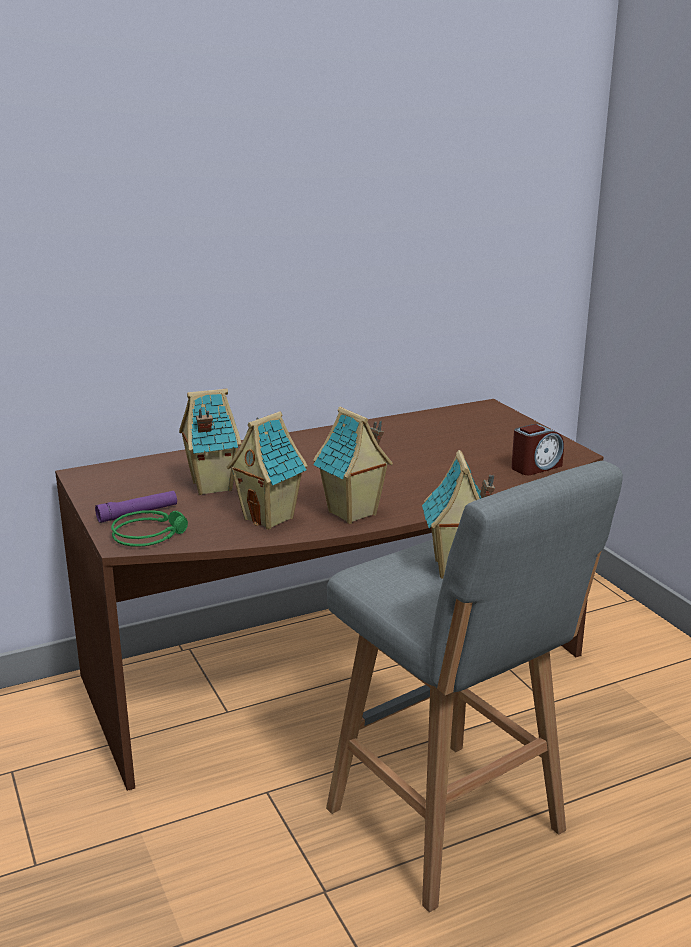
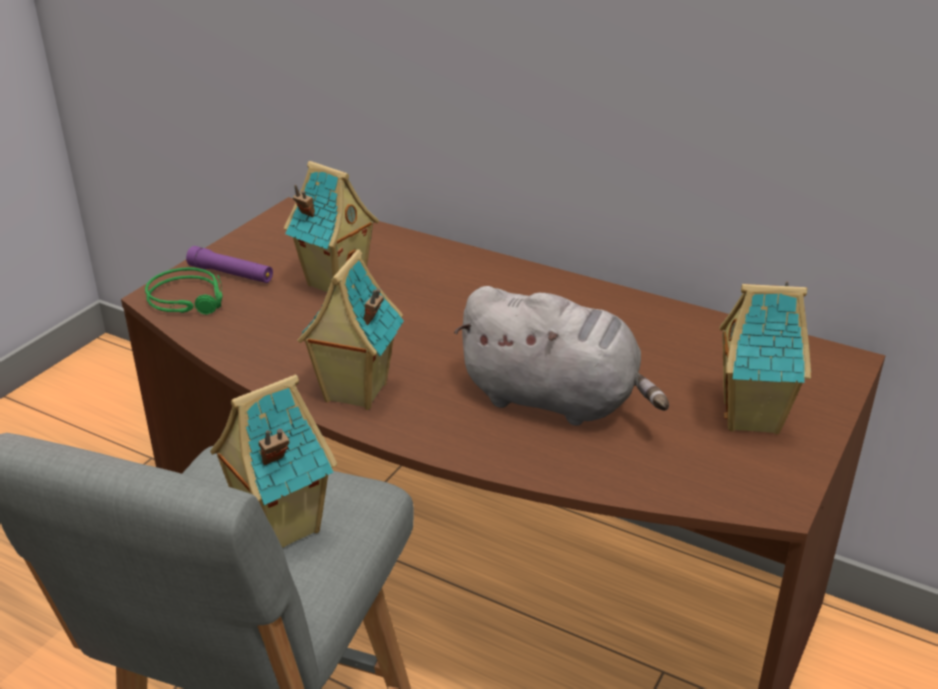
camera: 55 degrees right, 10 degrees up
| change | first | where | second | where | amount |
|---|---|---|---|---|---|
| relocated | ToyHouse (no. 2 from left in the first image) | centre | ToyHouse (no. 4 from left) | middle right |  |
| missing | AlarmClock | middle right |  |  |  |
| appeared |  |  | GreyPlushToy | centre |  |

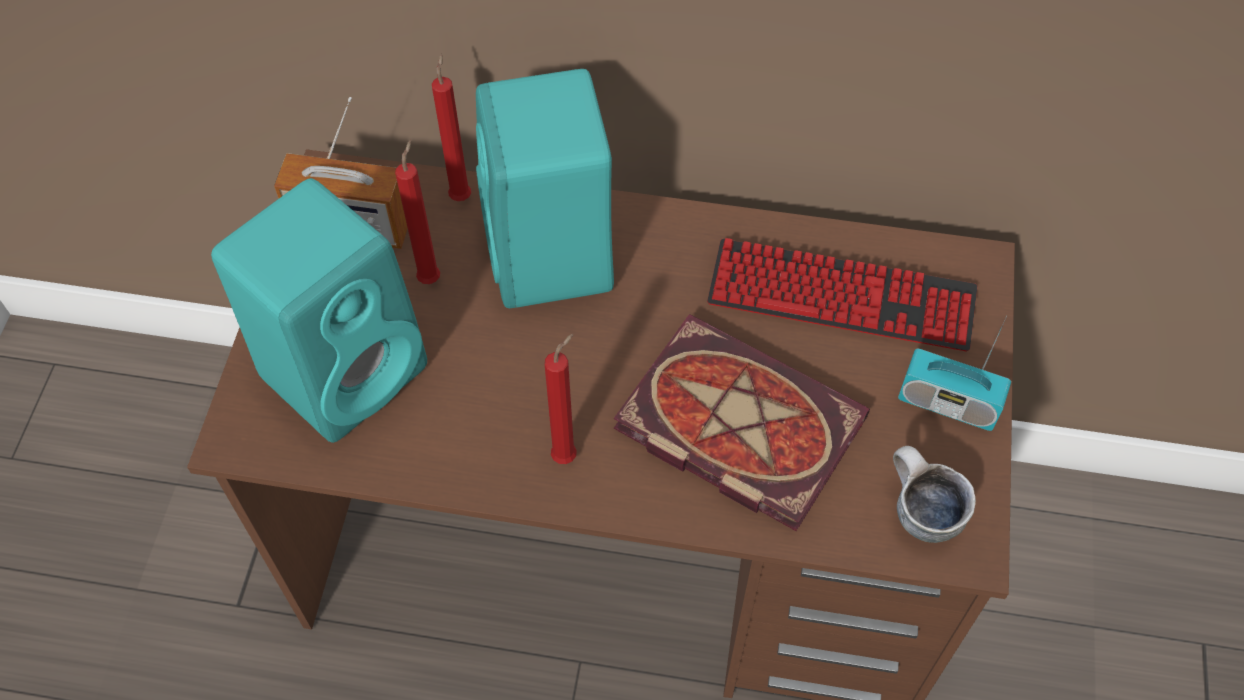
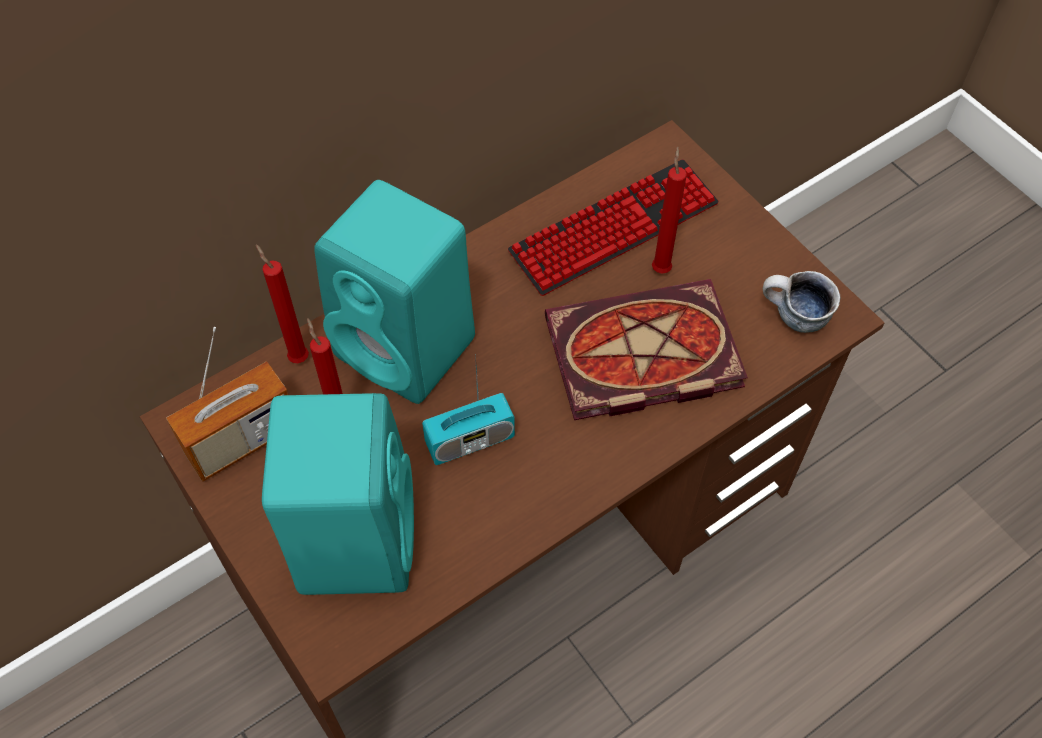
camera: 45 degrees left, 0 degrees up
| change | first | where | second | where | amount |
|---|---|---|---|---|---|
| relocated | RedCandle (no. 3 from left) | centre |  | top centre |  |
| relocated | Radio (no. 2 from left) | middle right |  | centre |  |

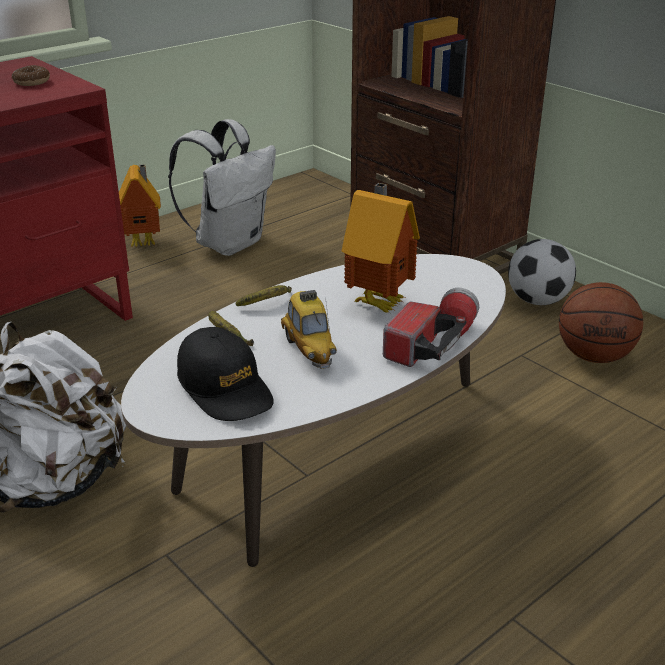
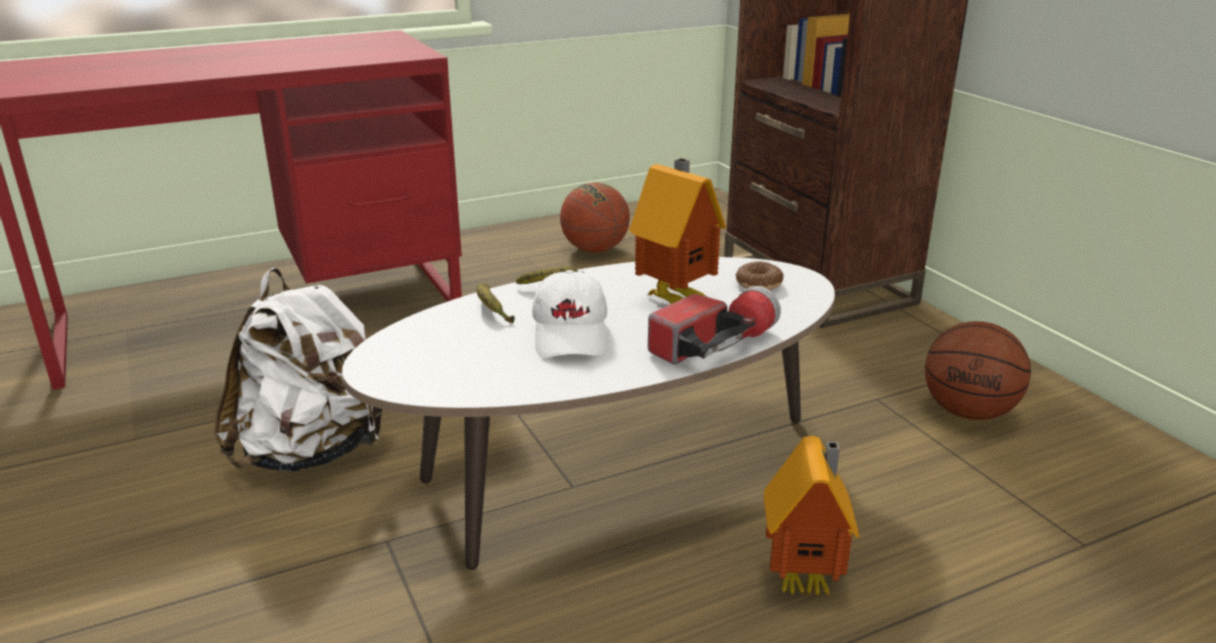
camera: 15 degrees right, 5 degrees down
| change | first | where | second | where | amount |
|---|---|---|---|---|---|
| relocated | Donut | top left |  | centre |  |
| relocated | ToyHouse (no. 1 from left in the first image) | top left | ToyHouse (no. 2 from left) | bottom right |  |
| exchanged | WhiteBackpack (no. 2 from left) | top centre | Basketball (no. 1 from left) | centre |  |
| missing | BlackCap | centre |  |  |  |
| exchanged | ToyCar | centre | WhiteCap | centre |  |
| missing | Football | middle right |  |  |  |

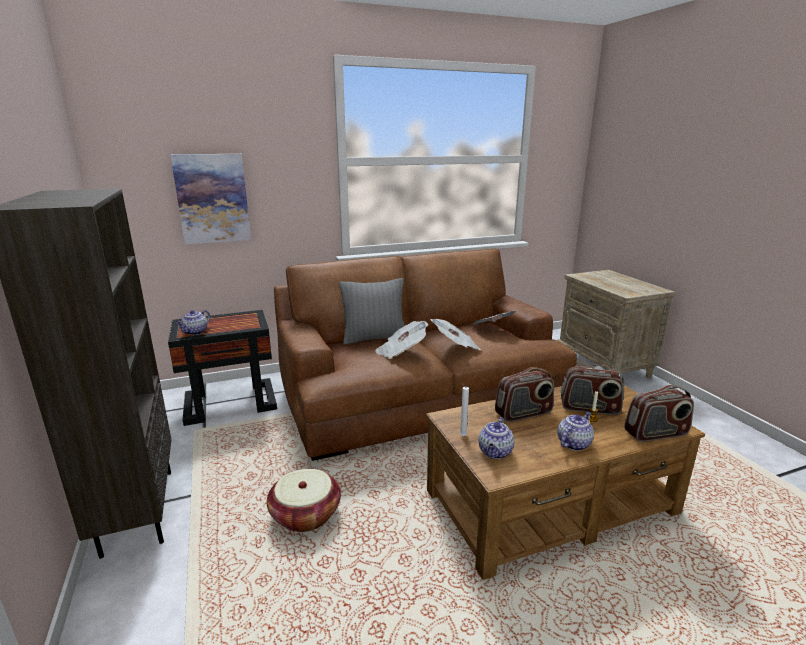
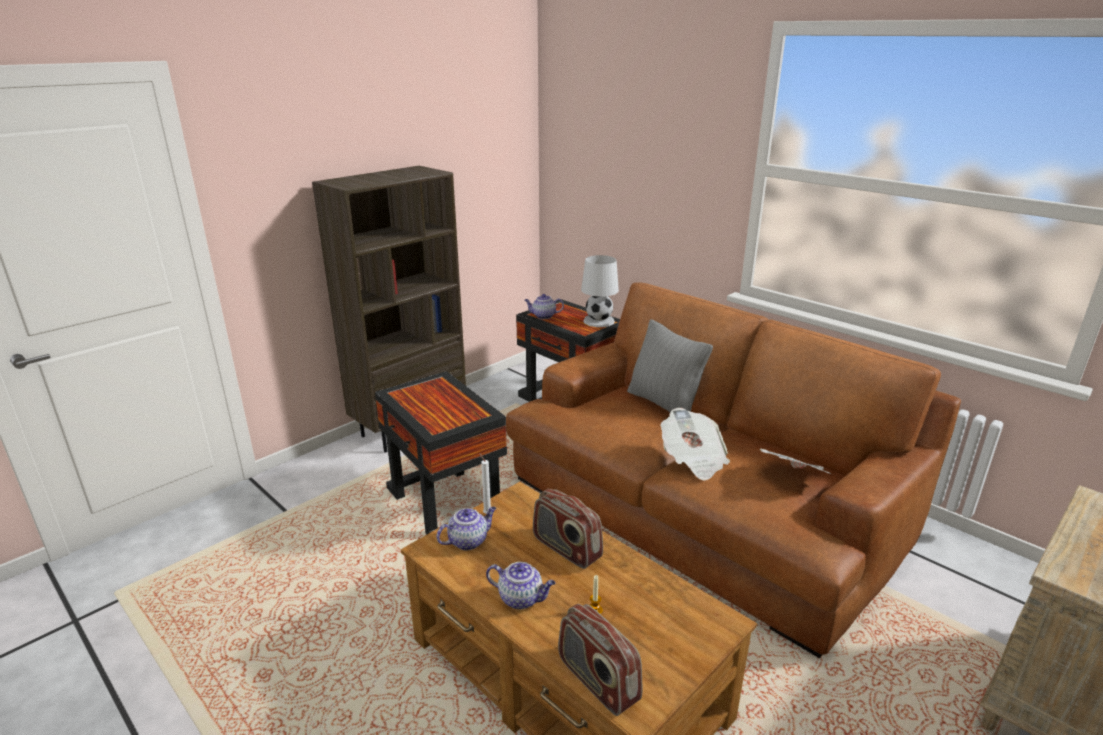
camera: 65 degrees right, 5 degrees up
| change | first | where | second | where | amount |
|---|---|---|---|---|---|
| missing | Picture | top left |  |  |  |
| exchanged | Basket | bottom centre | BlackSideTable (no. 1 from left) | centre |  |
| missing | Newspaper (no. 1 from left) | centre |  |  |  |
| spun | Teapot (no. 2 from left in the first image) | bottom centre | Teapot (no. 1 from left) | bottom centre | 150 degrees clockwise |
| missing | Radio (no. 2 from left) | middle right |  |  |  |
| appeared |  |  | WhiteTableLamp | centre |  |

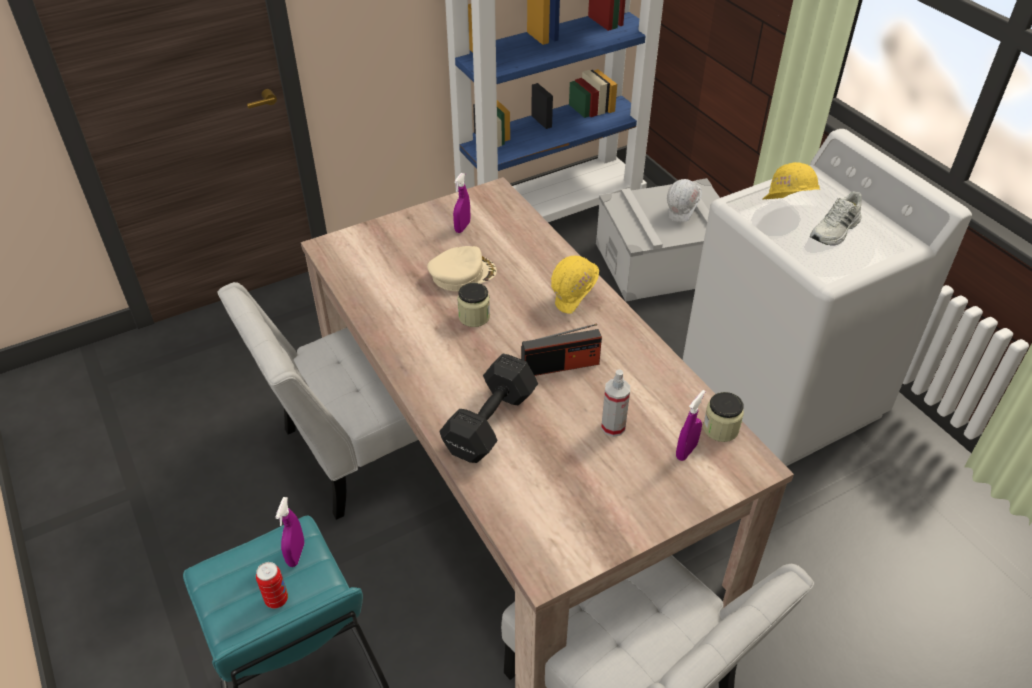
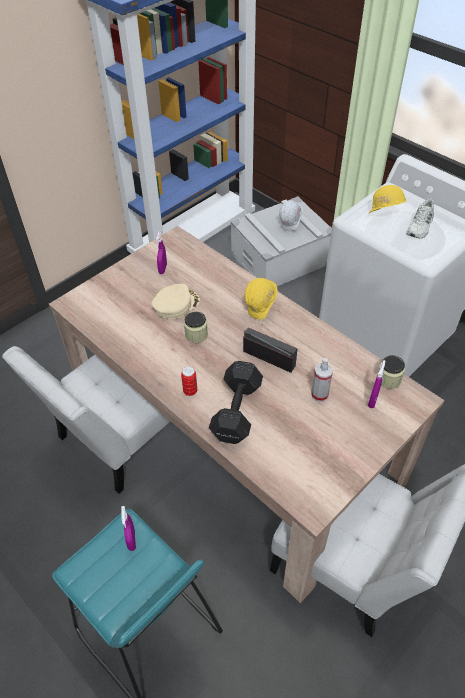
camera: 15 degrees left, 5 degrees up
| change | first | where | second | where | amount |
|---|---|---|---|---|---|
| relocated | Can | bottom left |  | centre |  |
| spun | Radio | centre |  | centre | 120 degrees counterclockwise |

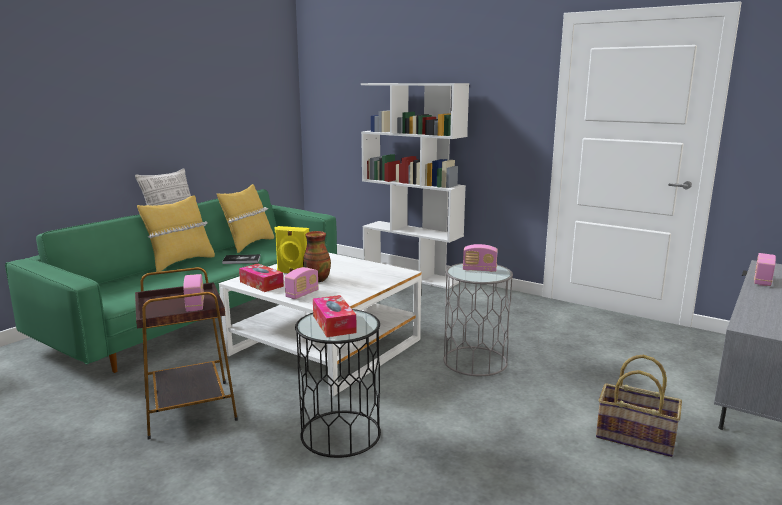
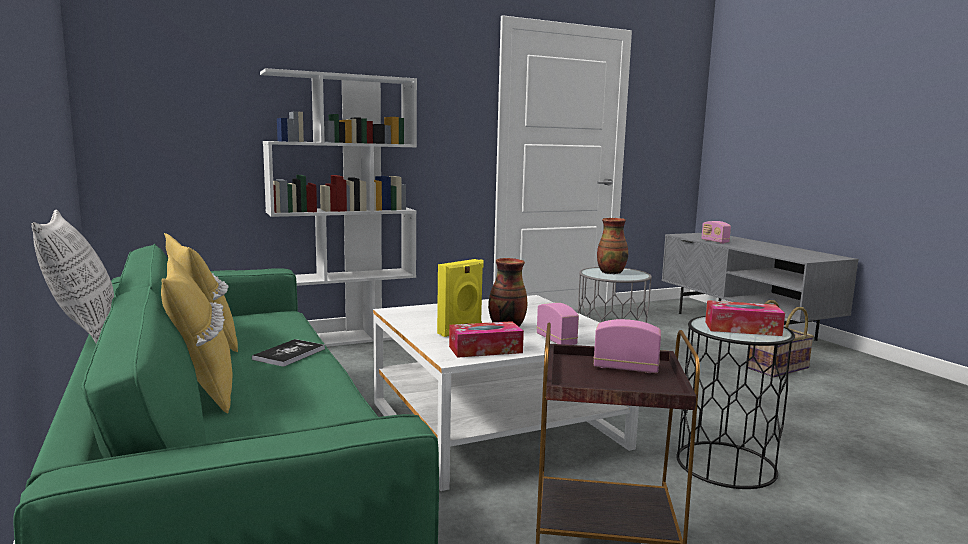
camera: 60 degrees left, 5 degrees down
| change | first | where | second | where | amount |
|---|---|---|---|---|---|
| exchanged | Radio (no. 3 from left) | centre | Vase (no. 2 from left) | centre |  |

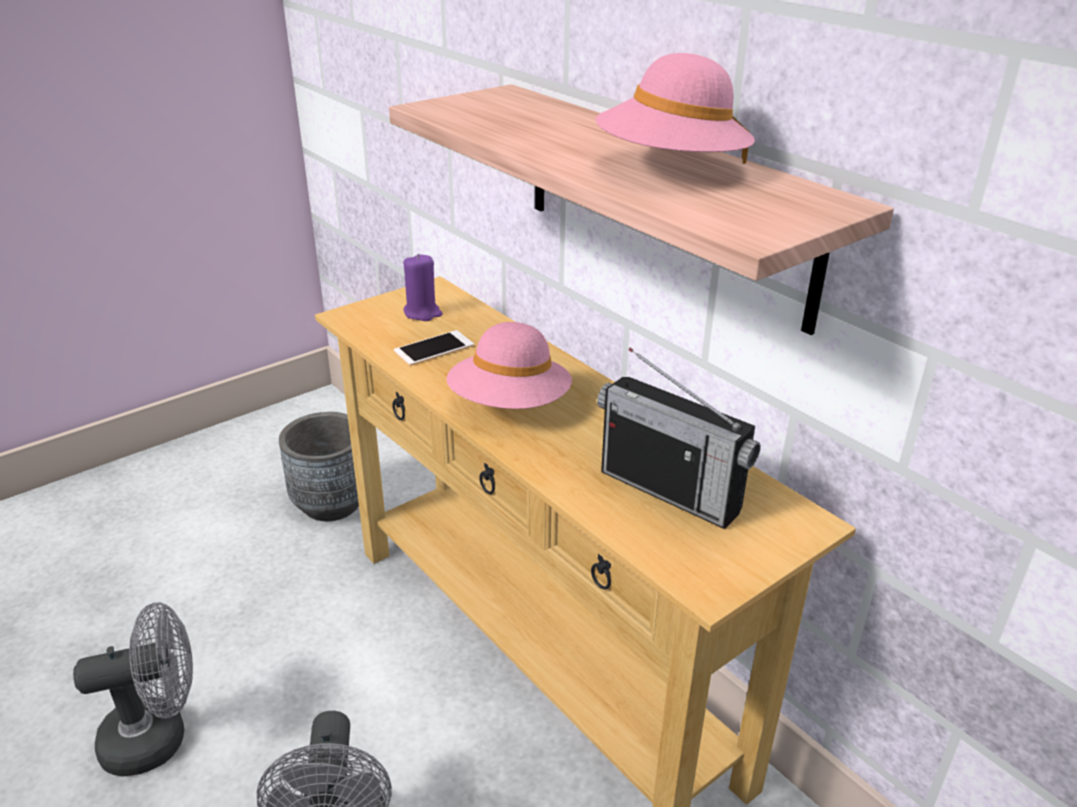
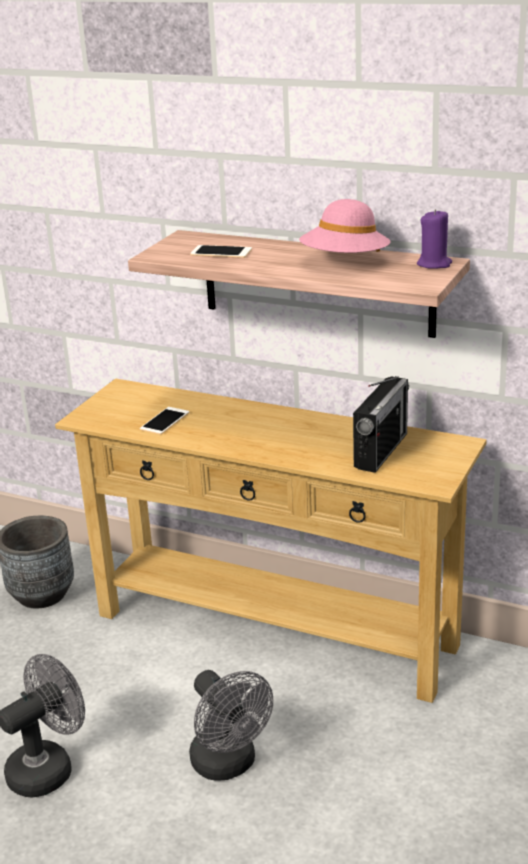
camera: 25 degrees left, 5 degrees down
| change | first | where | second | where | amount |
|---|---|---|---|---|---|
| relocated | PurpleCandle | centre |  | top right |  |
| missing | PinkHat (no. 1 from left) | centre |  |  |  |
| spun | Radio | centre |  | middle right | 75 degrees counterclockwise |
| appeared |  |  | Phone (no. 2 from left) | top centre |  |

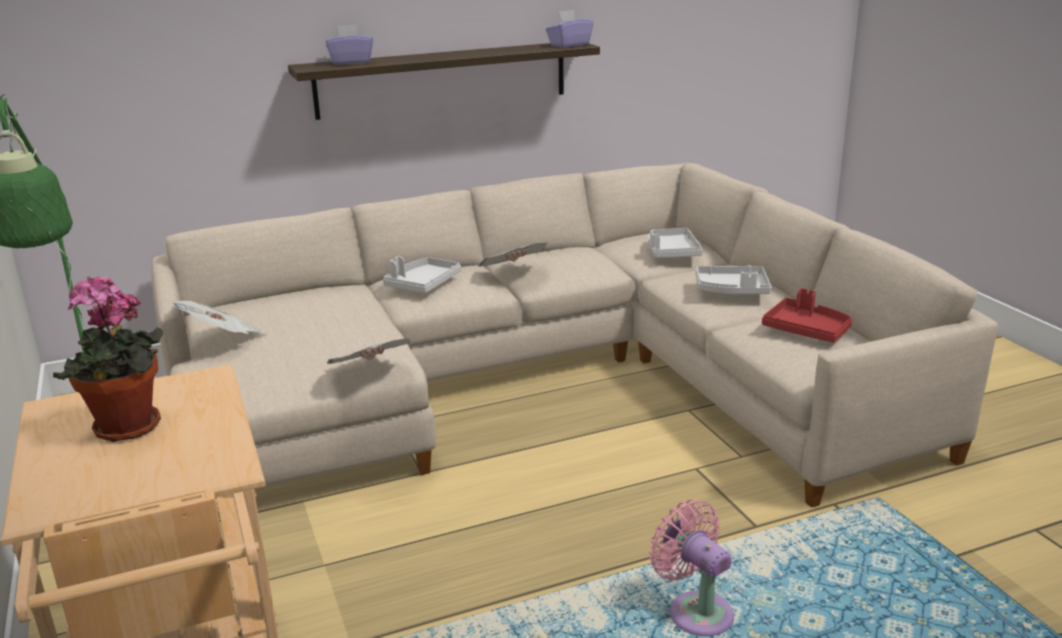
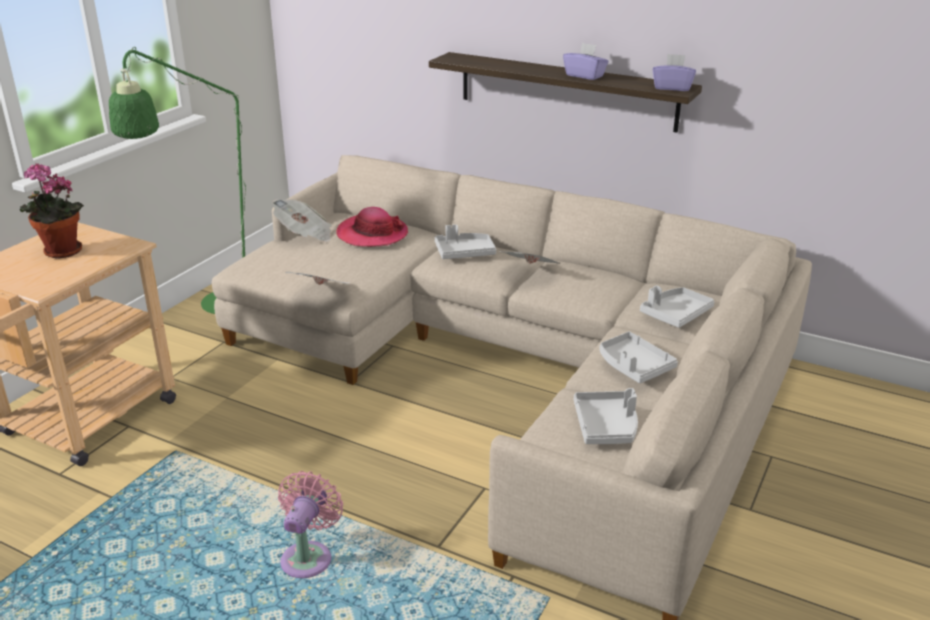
camera: 50 degrees right, 5 degrees up
| change | first | where | second | where | amount |
|---|---|---|---|---|---|
| relocated | PurpleTissueBox (no. 1 from left) | top left |  | top centre |  |
| colour | RedTray | middle right | GreyTray (no. 2 from left) | bottom centre |  |
| appeared |  |  | Hat | centre |  |

